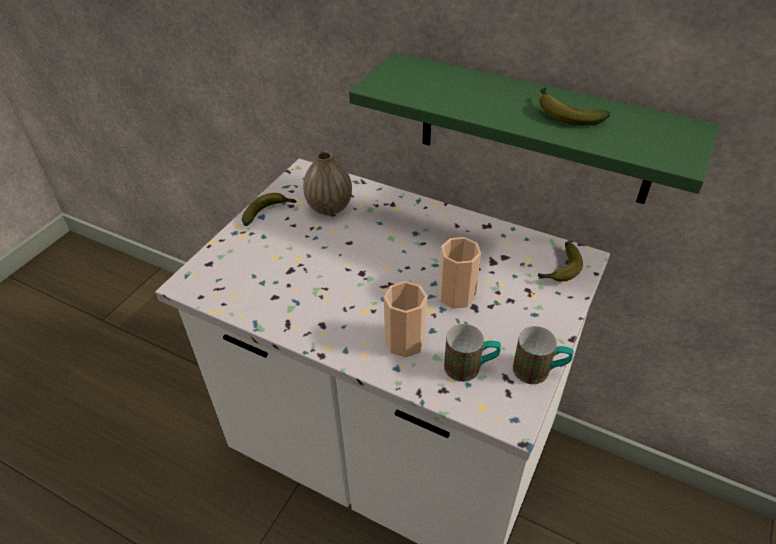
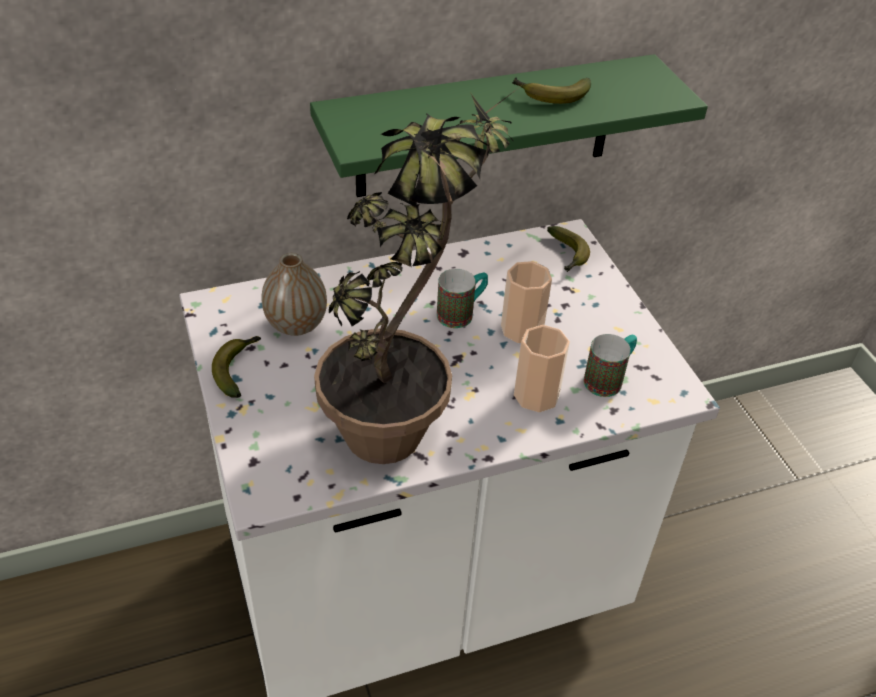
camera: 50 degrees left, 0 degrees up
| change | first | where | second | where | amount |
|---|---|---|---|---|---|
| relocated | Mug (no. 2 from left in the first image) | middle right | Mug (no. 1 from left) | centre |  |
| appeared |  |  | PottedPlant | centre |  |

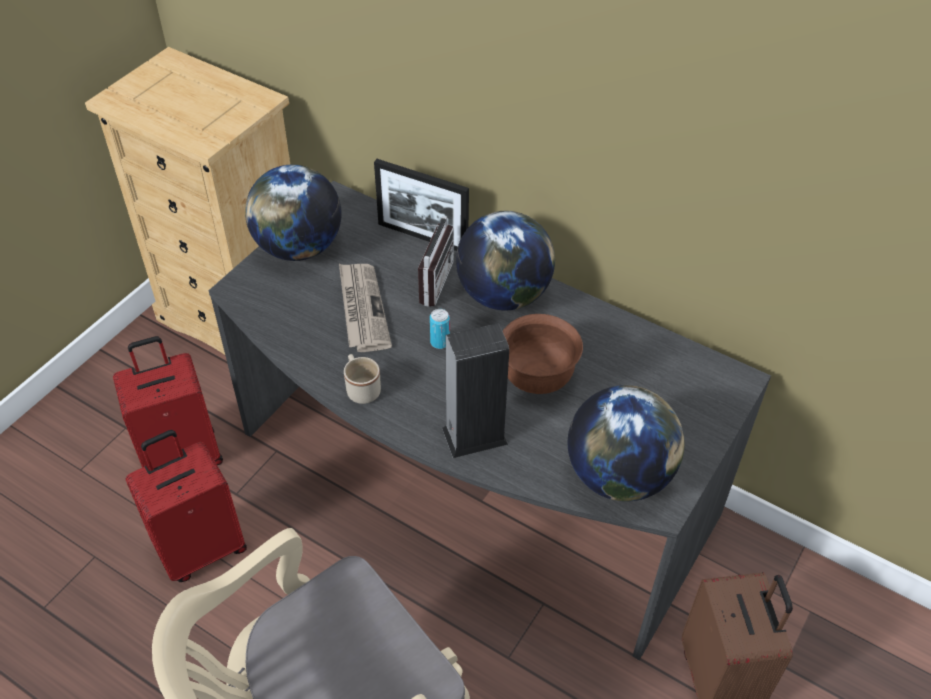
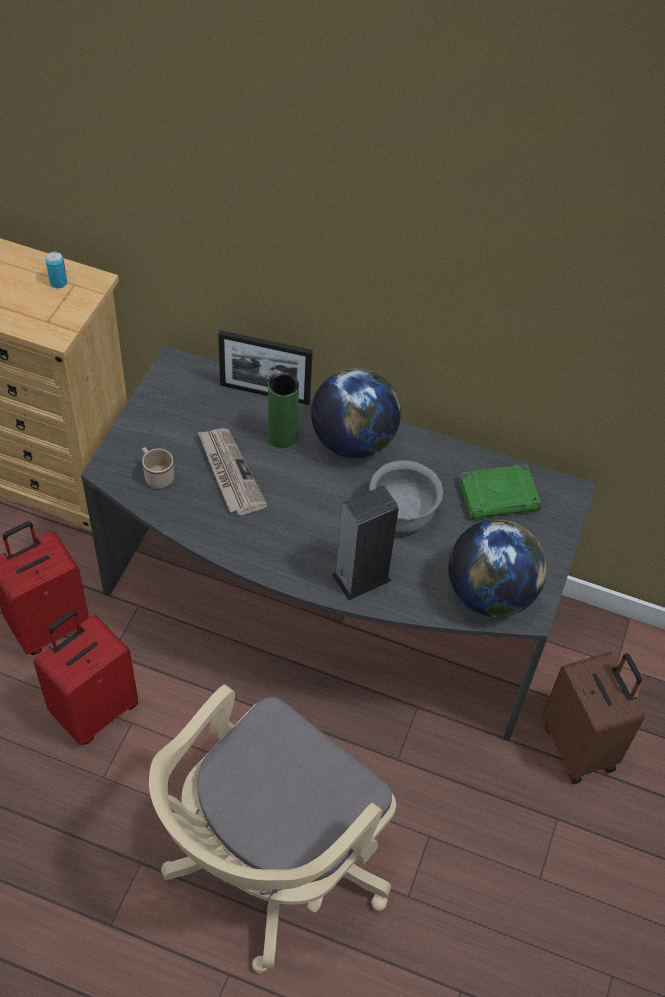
camera: 15 degrees left, 5 degrees up
| change | first | where | second | where | amount |
|---|---|---|---|---|---|
| missing | Globe (no. 1 from left) | top left |  |  |  |
| relocated | BeigeMug | centre |  | middle left |  |
| exchanged | Radio | centre | GreenVase | centre |  |
| relocated | Can | centre |  | top left |  |
| colour | BrownBowl | centre | GreyBowl | centre |  |
| appeared |  |  | GreenBook | middle right |  |

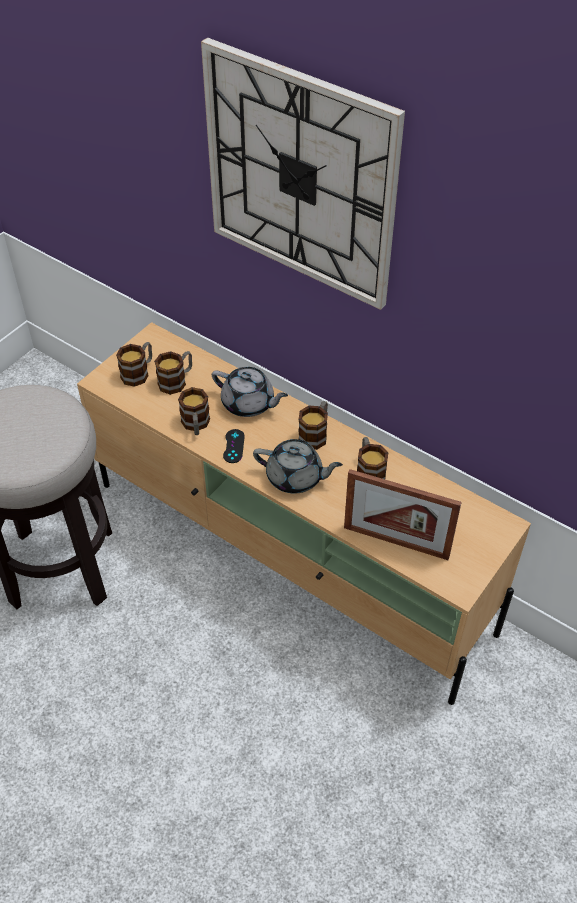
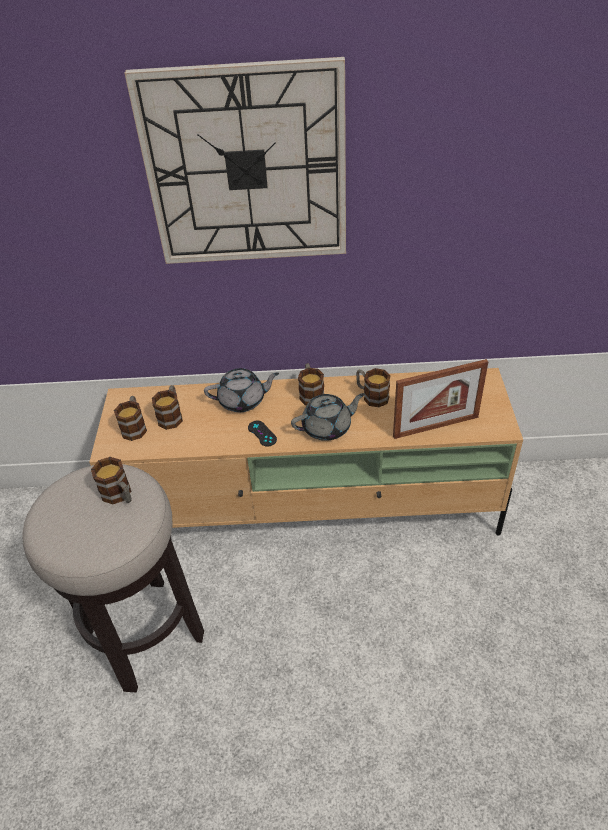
camera: 35 degrees left, 5 degrees down
| change | first | where | second | where | amount |
|---|---|---|---|---|---|
| relocated | Mug (no. 3 from left in the first image) | centre | Mug (no. 1 from left) | middle left |  |

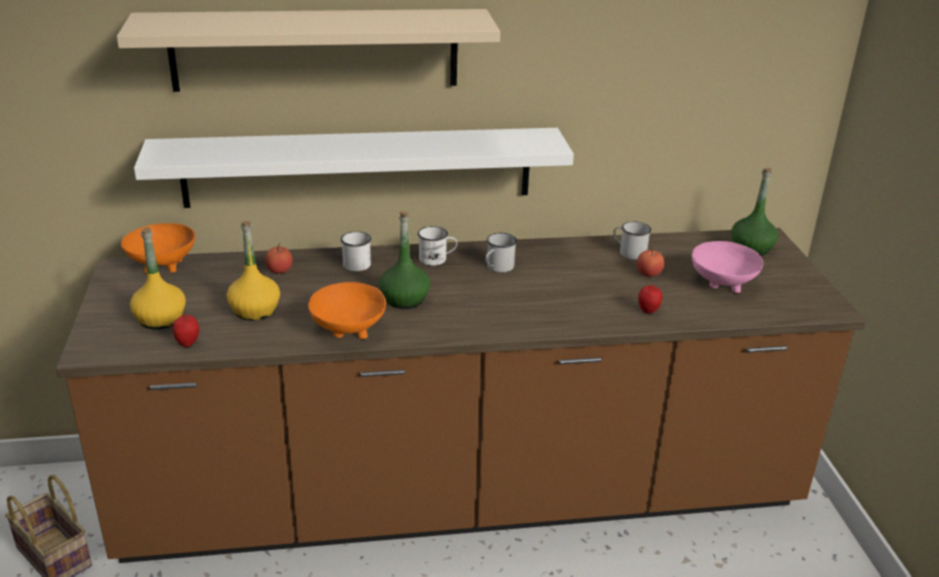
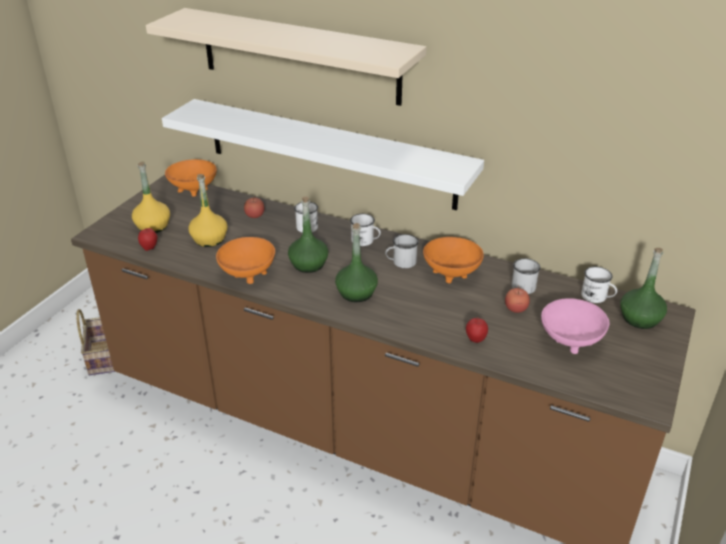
camera: 35 degrees right, 5 degrees up
| change | first | where | second | where | amount |
|---|---|---|---|---|---|
| appeared |  |  | GreenBottle (no. 2 from left) | centre |  |
| appeared |  |  | OrangeBowl (no. 3 from left) | centre |  |
| appeared |  |  | WhiteMug (no. 5 from left) | middle right |  |

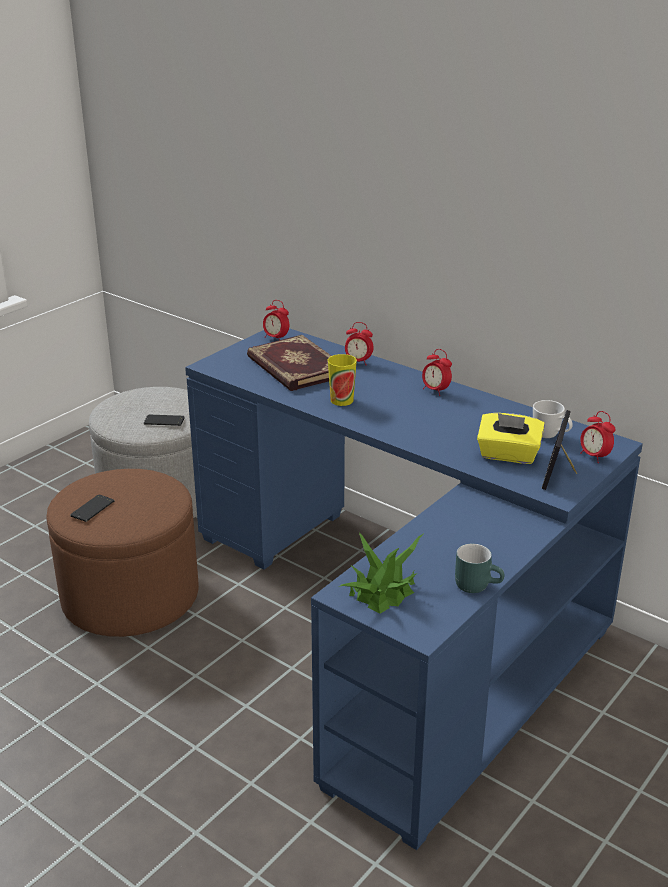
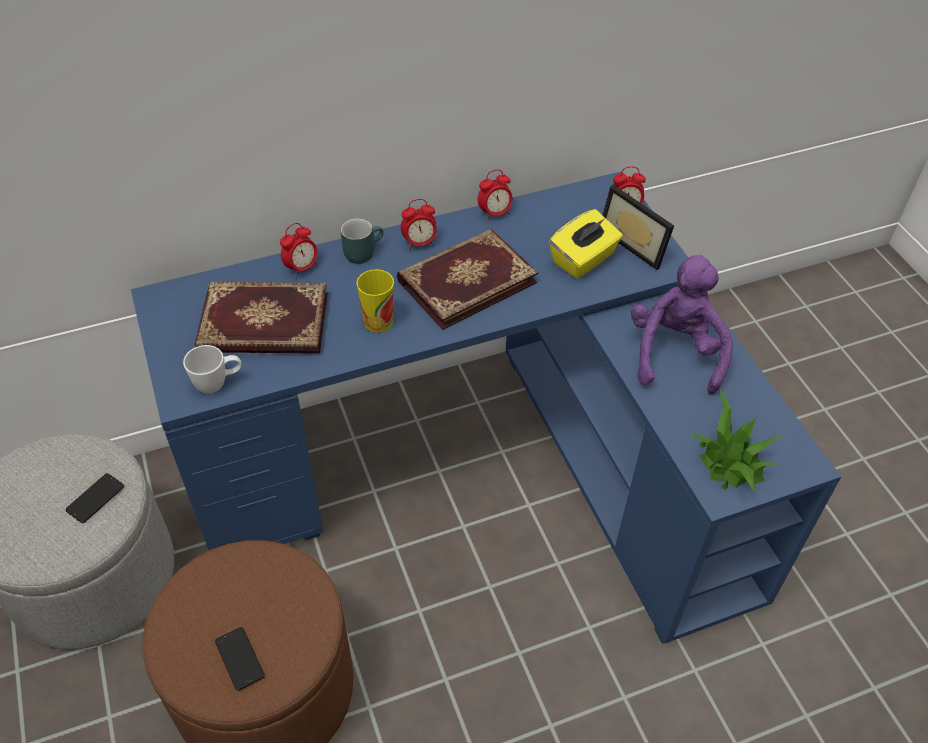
camera: 60 degrees left, 20 degrees up
| change | first | where | second | where | amount |
|---|---|---|---|---|---|
| relocated | AlarmClock (no. 1 from left in the first image) | centre | AlarmClock (no. 3 from left) | top centre |  |
| relocated | TurquoiseMug | middle right |  | top centre |  |
| relocated | WhiteMug | middle right |  | middle left |  |
| appeared |  |  | Book (no. 2 from left) | centre |  |
| appeared |  |  | PurplePlushToy | middle right |  |

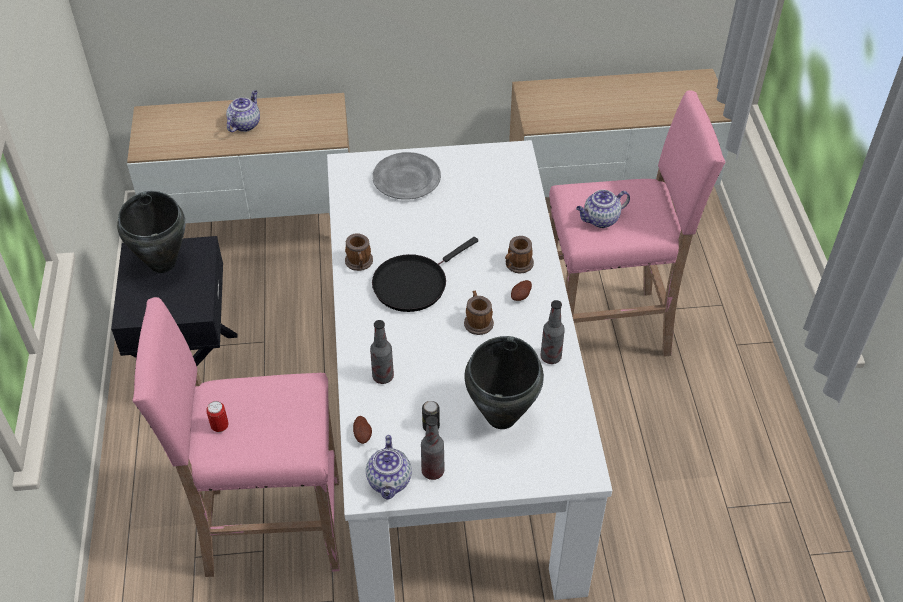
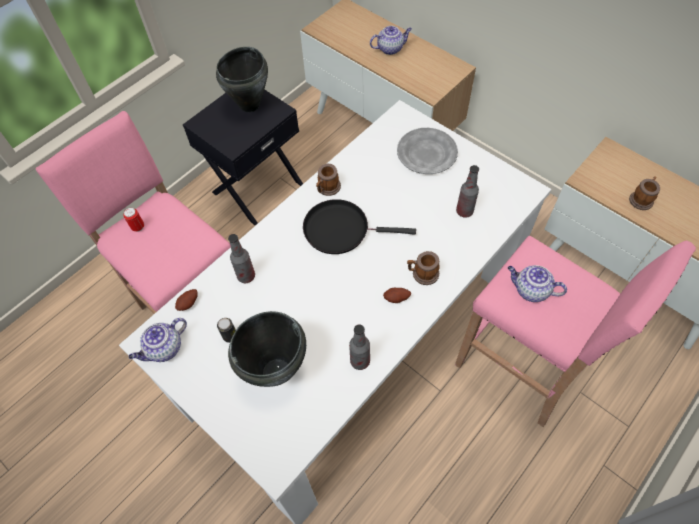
camera: 50 degrees right, 10 degrees up
| change | first | where | second | where | amount |
|---|---|---|---|---|---|
| relocated | Bottle (no. 2 from left in the first image) | bottom centre | Bottle (no. 3 from left) | middle right |  |
| relocated | Mug (no. 2 from left in the first image) | centre | Mug (no. 3 from left) | middle right |  |

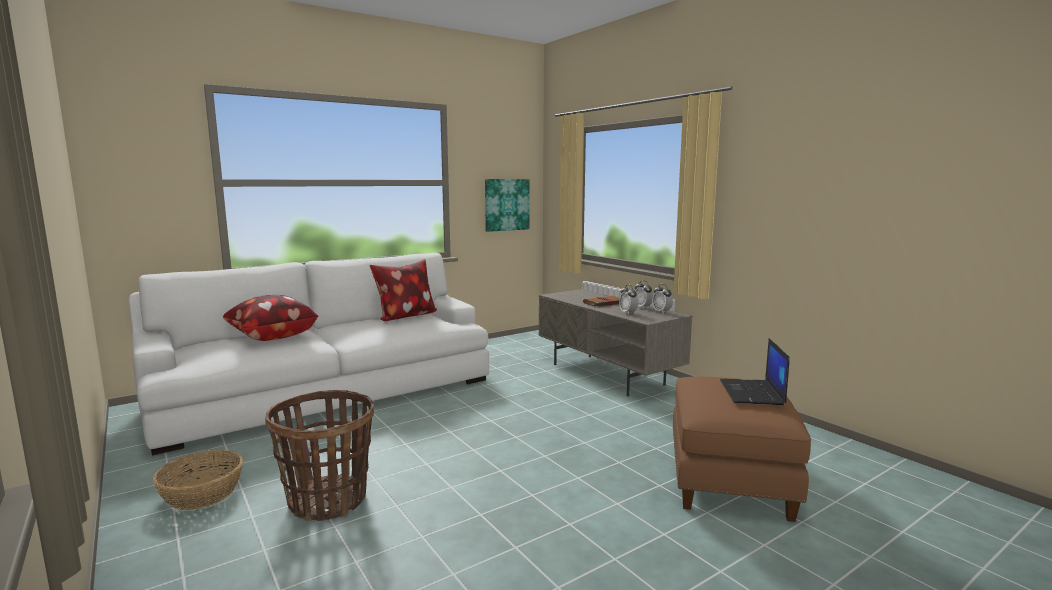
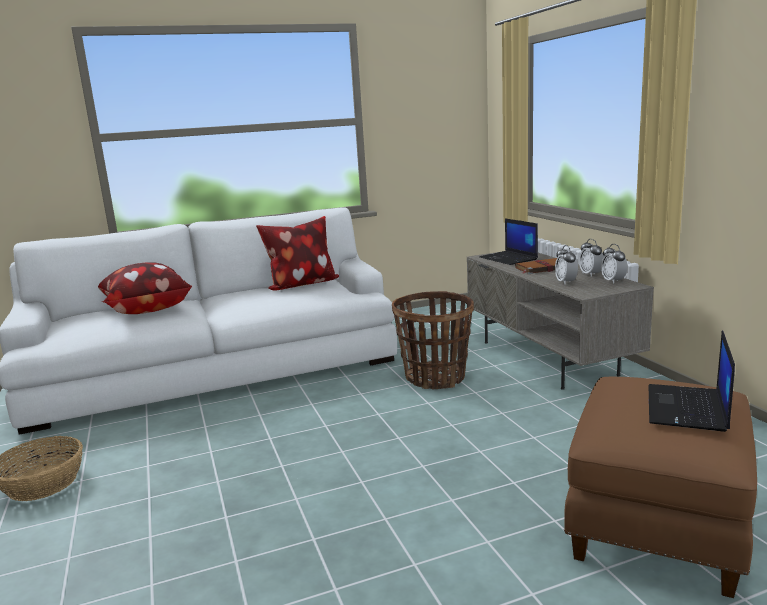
camera: 15 degrees right, 5 degrees up
| change | first | where | second | where | amount |
|---|---|---|---|---|---|
| relocated | Basket (no. 2 from left) | bottom left |  | centre |  |
| missing | Picture | centre |  |  |  |
| appeared |  |  | Laptop (no. 1 from left) | centre |  |

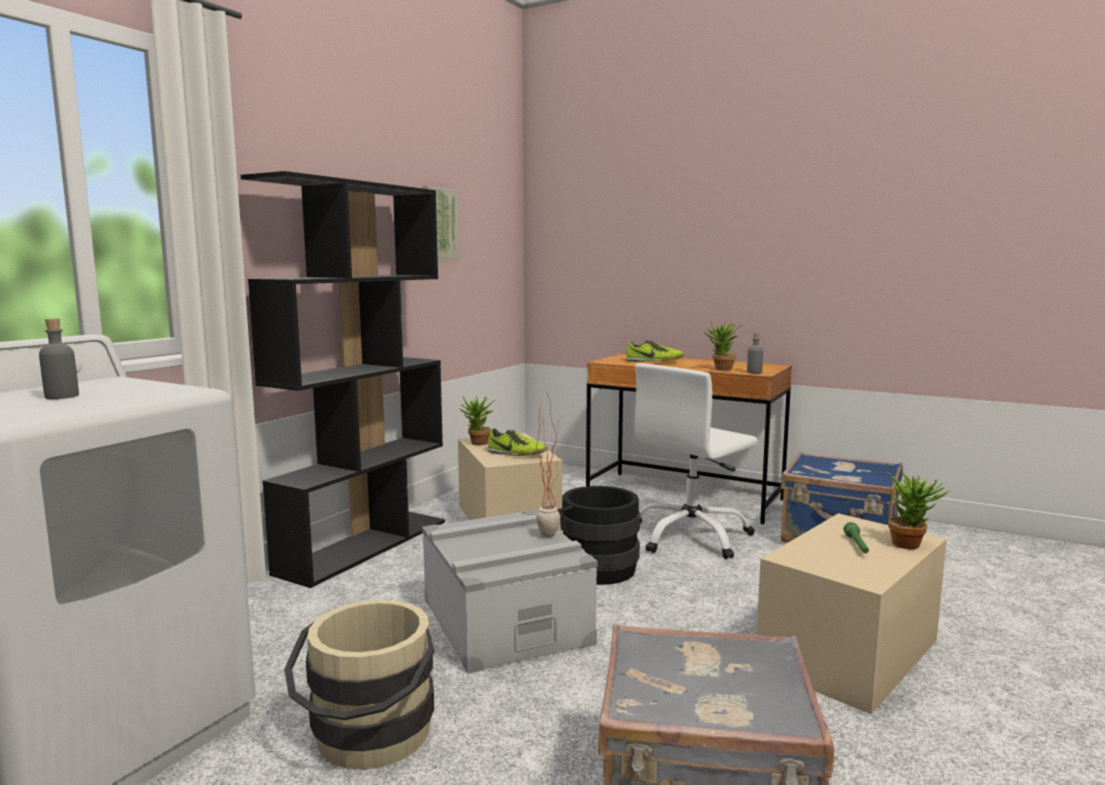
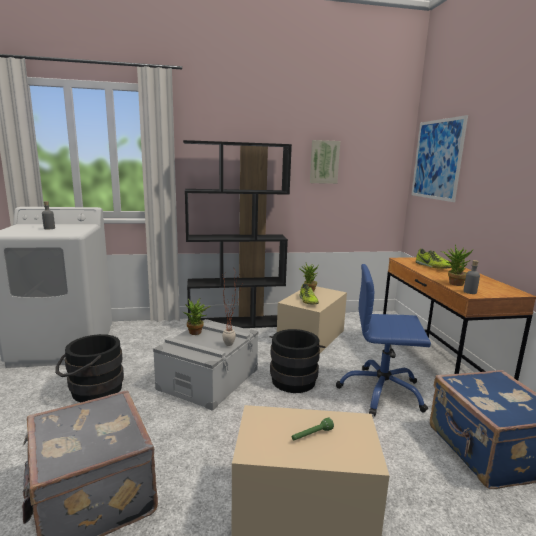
camera: 50 degrees right, 5 degrees up
| change | first | where | second | where | amount |
|---|---|---|---|---|---|
| colour | BeigeBucket | bottom left | BlackBucket (no. 1 from left) | bottom left |  |
| colour | WhiteOfficeChair | centre | BlueOfficeChair | middle right |  |
| relocated | PottedPlant (no. 4 from left in the first image) | middle right | PottedPlant (no. 1 from left) | centre |  |
| appeared |  |  | Picture (no. 2 from left) | top right |  |

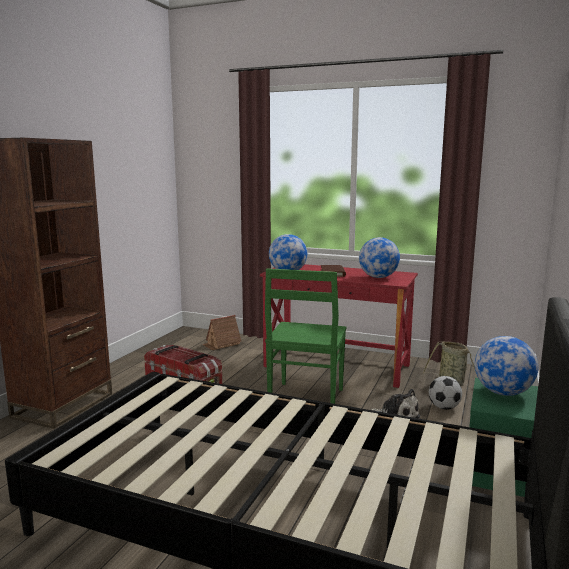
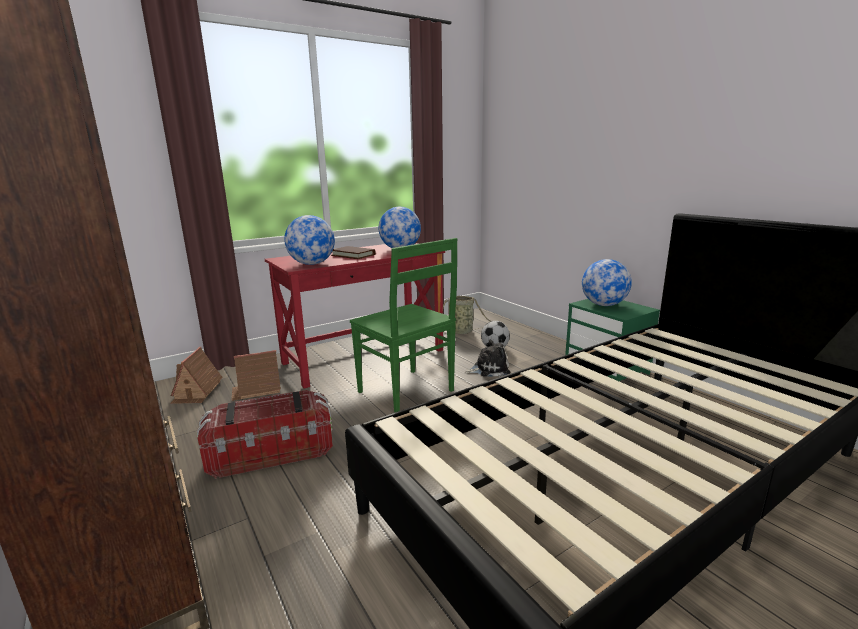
camera: 55 degrees left, 5 degrees up
| change | first | where | second | where | amount |
|---|---|---|---|---|---|
| appeared |  |  | ToyHouse (no. 2 from left) | middle left |  |

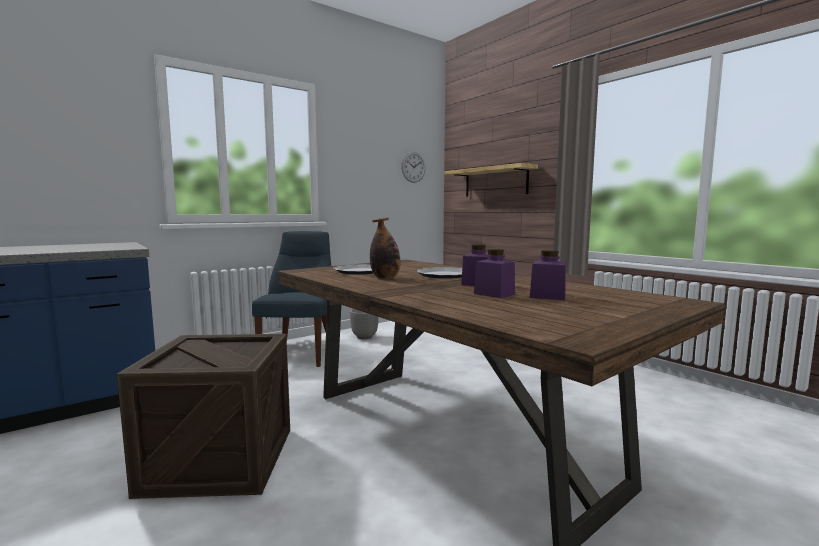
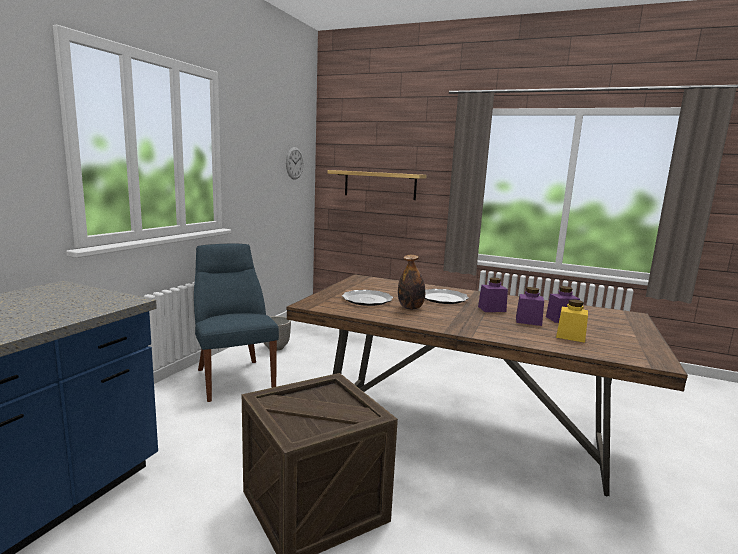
camera: 30 degrees left, 5 degrees up
| change | first | where | second | where | amount |
|---|---|---|---|---|---|
| appeared |  |  | YellowJar | middle right |  |

